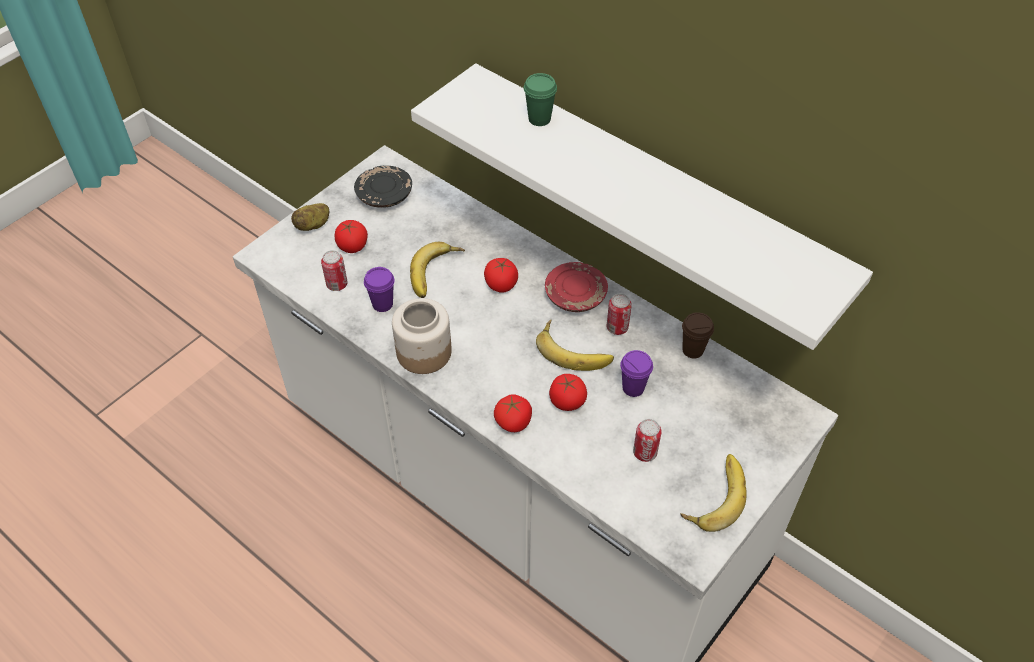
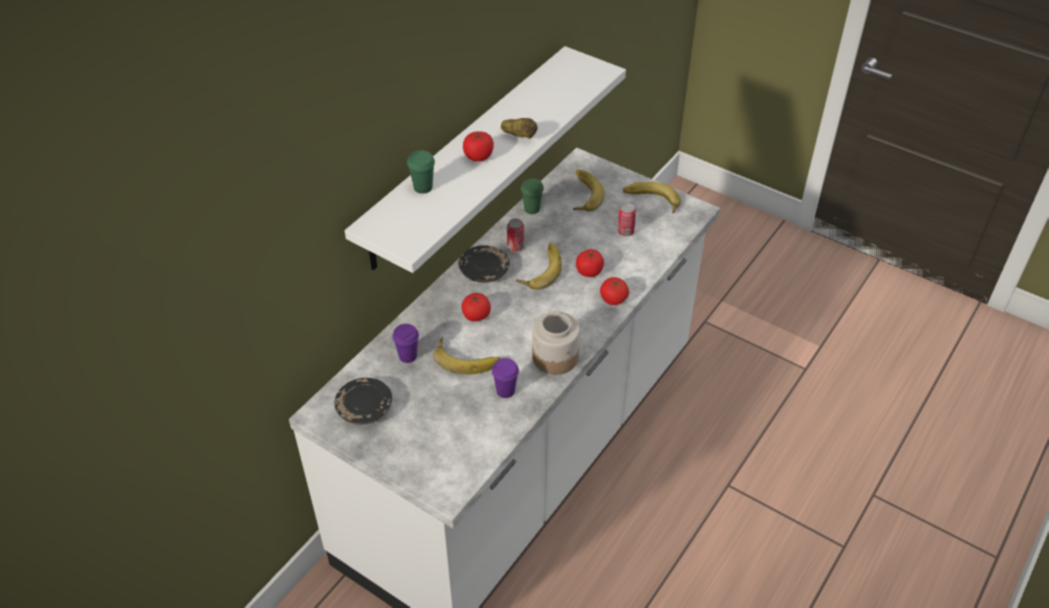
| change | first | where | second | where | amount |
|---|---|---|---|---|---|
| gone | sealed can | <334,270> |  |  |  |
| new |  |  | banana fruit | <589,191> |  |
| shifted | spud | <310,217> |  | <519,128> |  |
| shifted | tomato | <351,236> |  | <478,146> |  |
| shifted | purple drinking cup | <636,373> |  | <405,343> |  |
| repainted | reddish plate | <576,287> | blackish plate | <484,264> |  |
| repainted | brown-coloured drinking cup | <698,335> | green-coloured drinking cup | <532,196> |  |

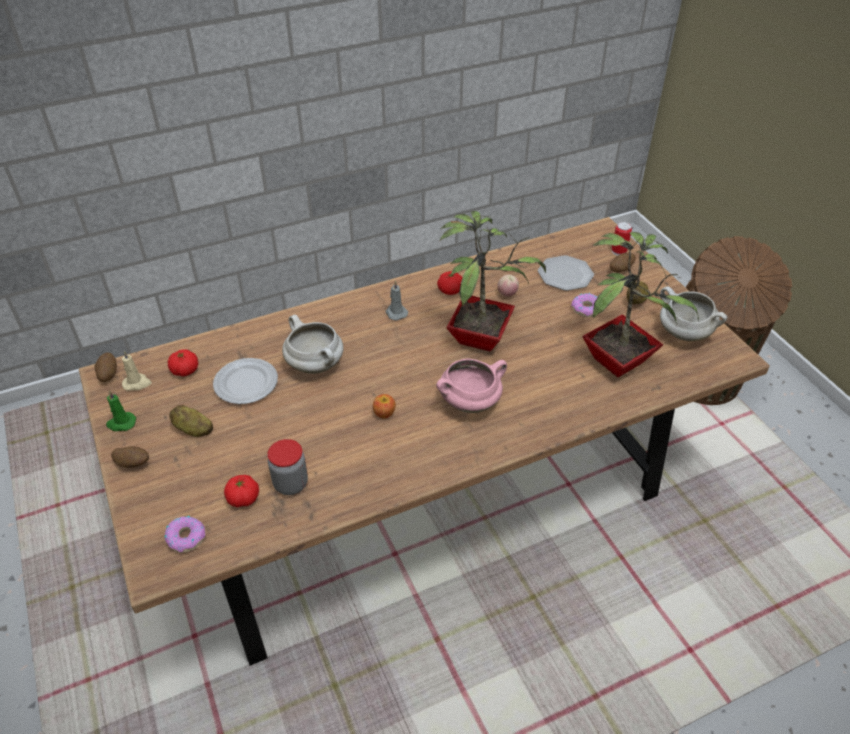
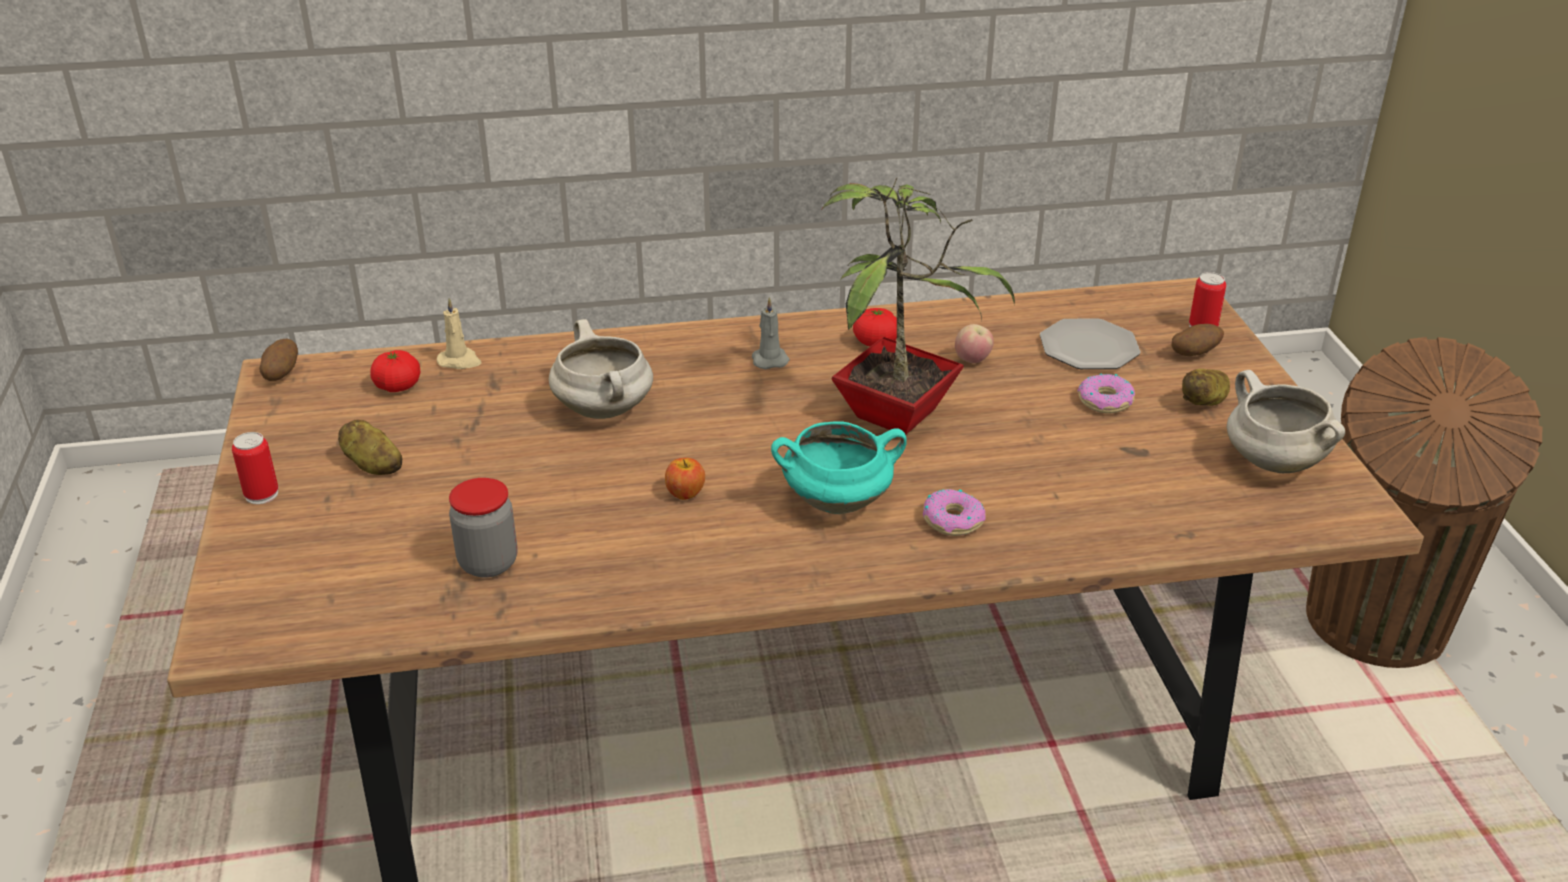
| change | first | where | second | where | amount |
|---|---|---|---|---|---|
| gone | green-coloured wax light | <121,410> |  |  |  |
| gone | plate | <245,381> |  |  |  |
| gone | tomato | <241,491> |  |  |  |
| gone | potted plant | <641,304> |  |  |  |
| shifted | beige wax light | <137,371> |  | <459,333> |  |
| shifted | donut | <185,534> |  | <954,512> |  |
| swapped | spud | <130,457> | sealed can | <255,468> |  |
| repainted | pink stockpot | <471,386> | turquoise stockpot | <839,467> |  |

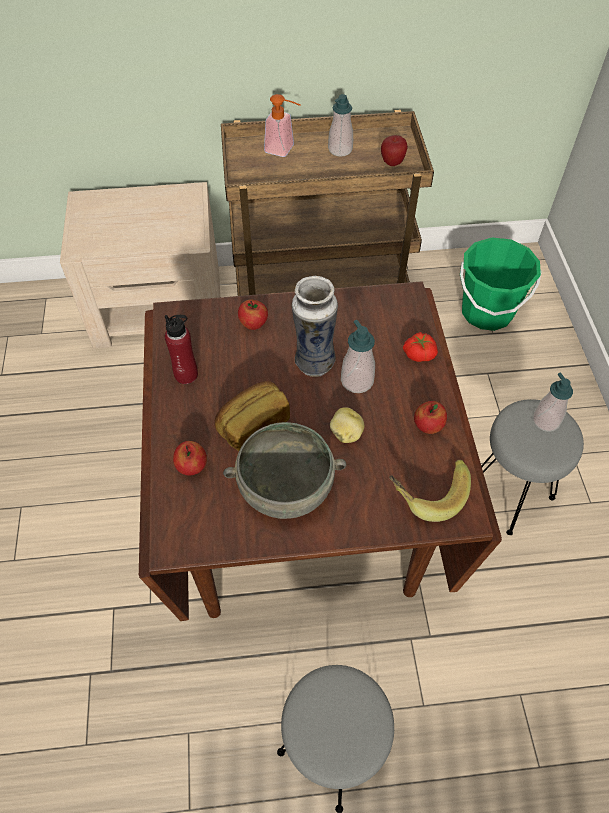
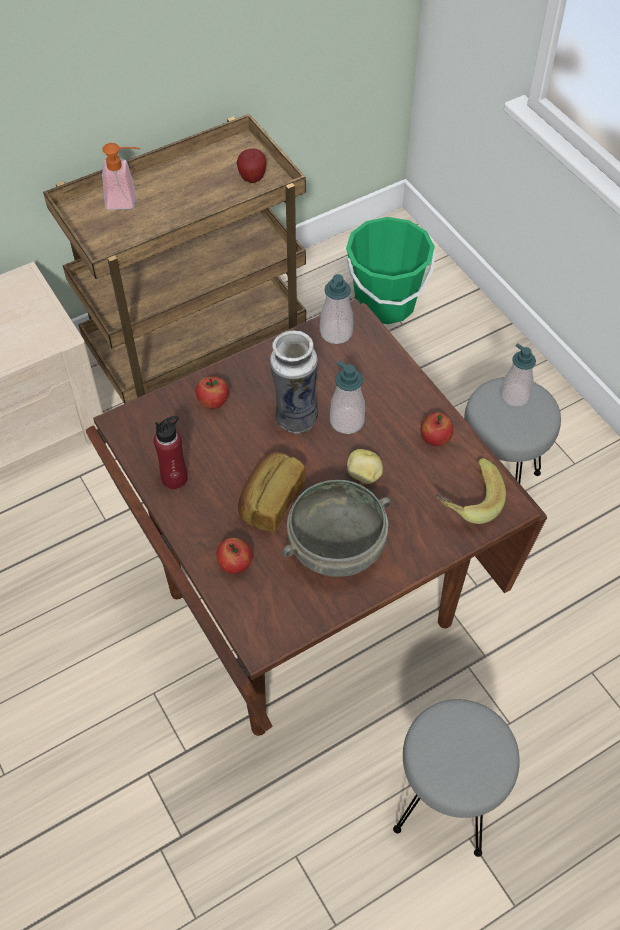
| change | first | where | second | where | amount |
|---|---|---|---|---|---|
| gone | tomato | <420,347> |  |  |  |
| shifted | soap dispenser | <340,125> |  | <336,309> |  |

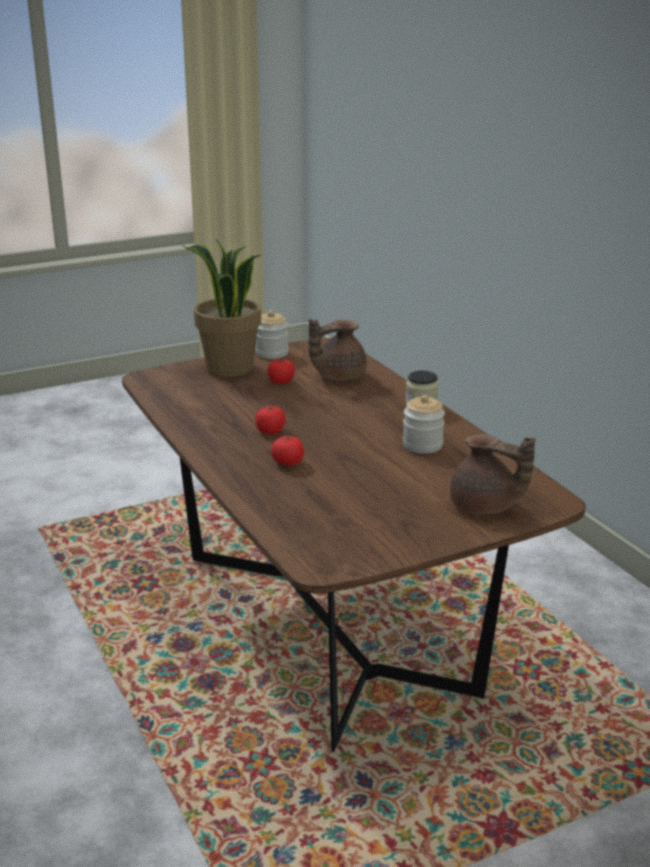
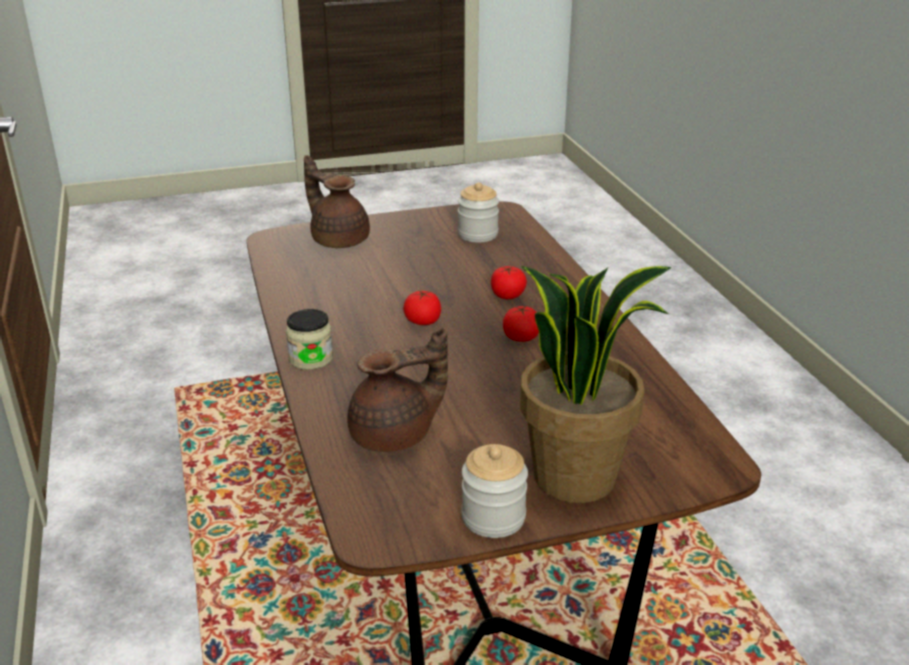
| change | first | where | second | where | amount |
|---|---|---|---|---|---|
| shifted | tomato | <281,371> |  | <422,307> |  |
| shifted | jar | <424,424> |  | <478,212> |  |

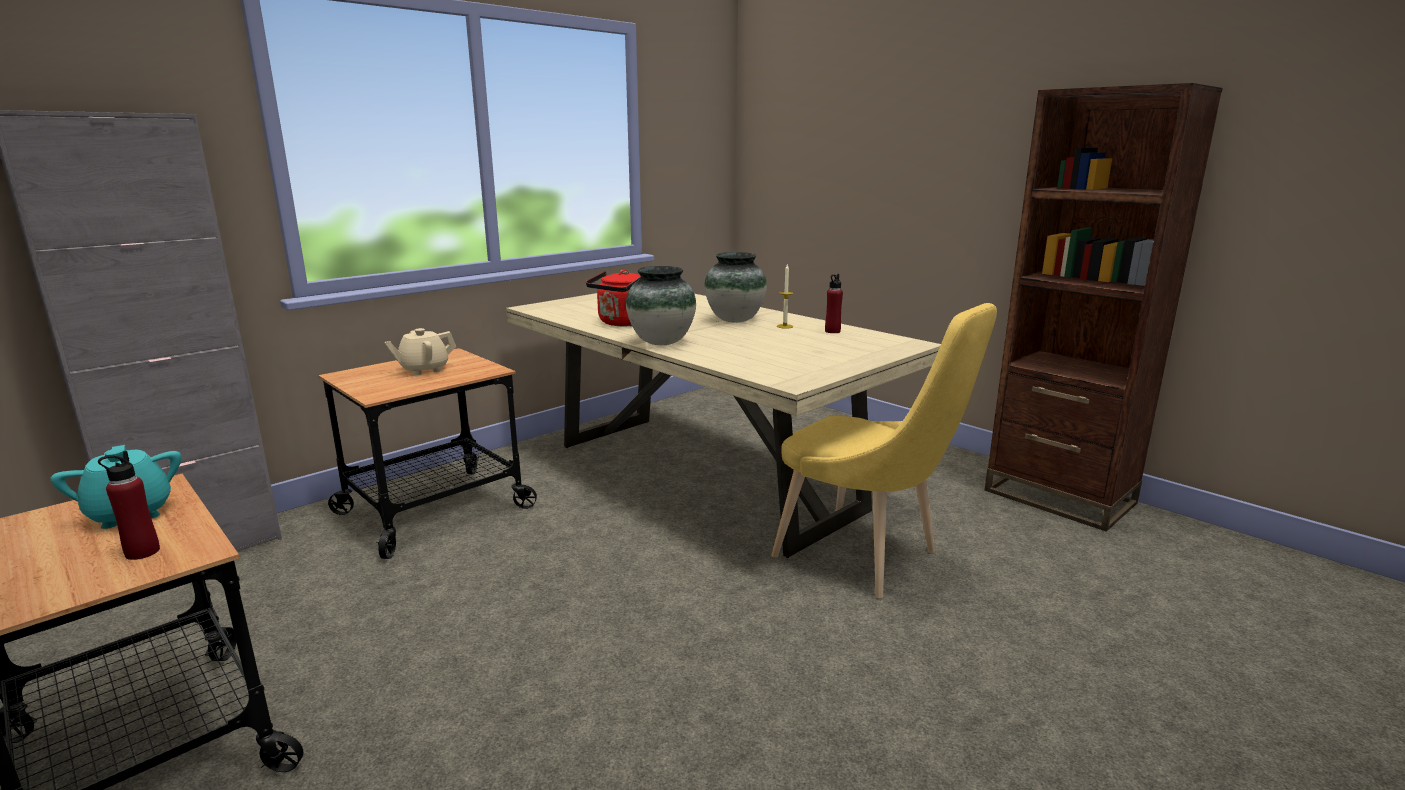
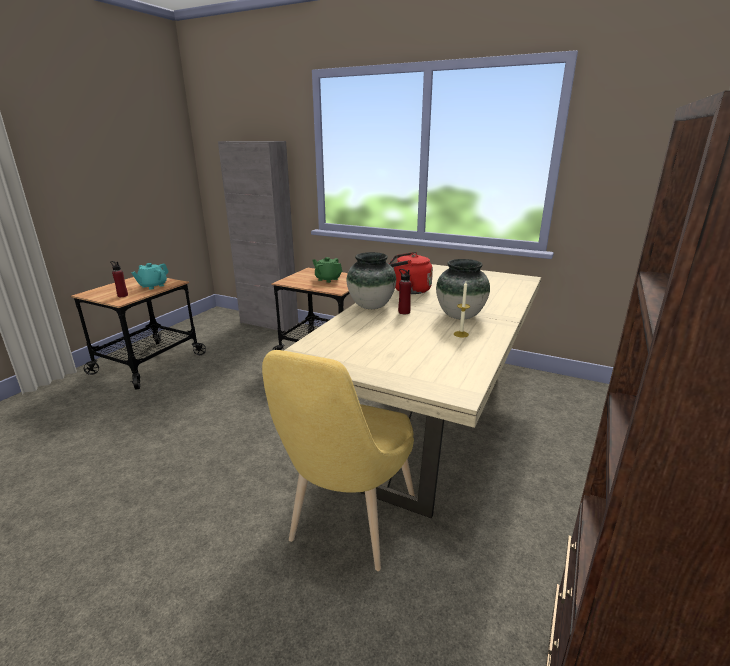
| change | first | where | second | where | amount |
|---|---|---|---|---|---|
| shifted | reddish beverage bottle | <834,303> |  | <404,291> |  |
| repainted | beige teapot | <420,352> | green-coloured teapot | <327,270> |  |

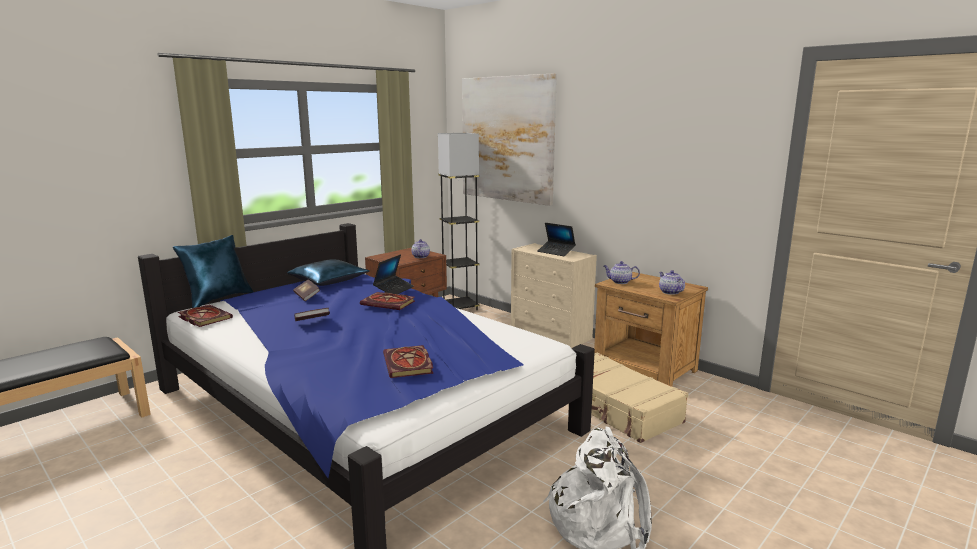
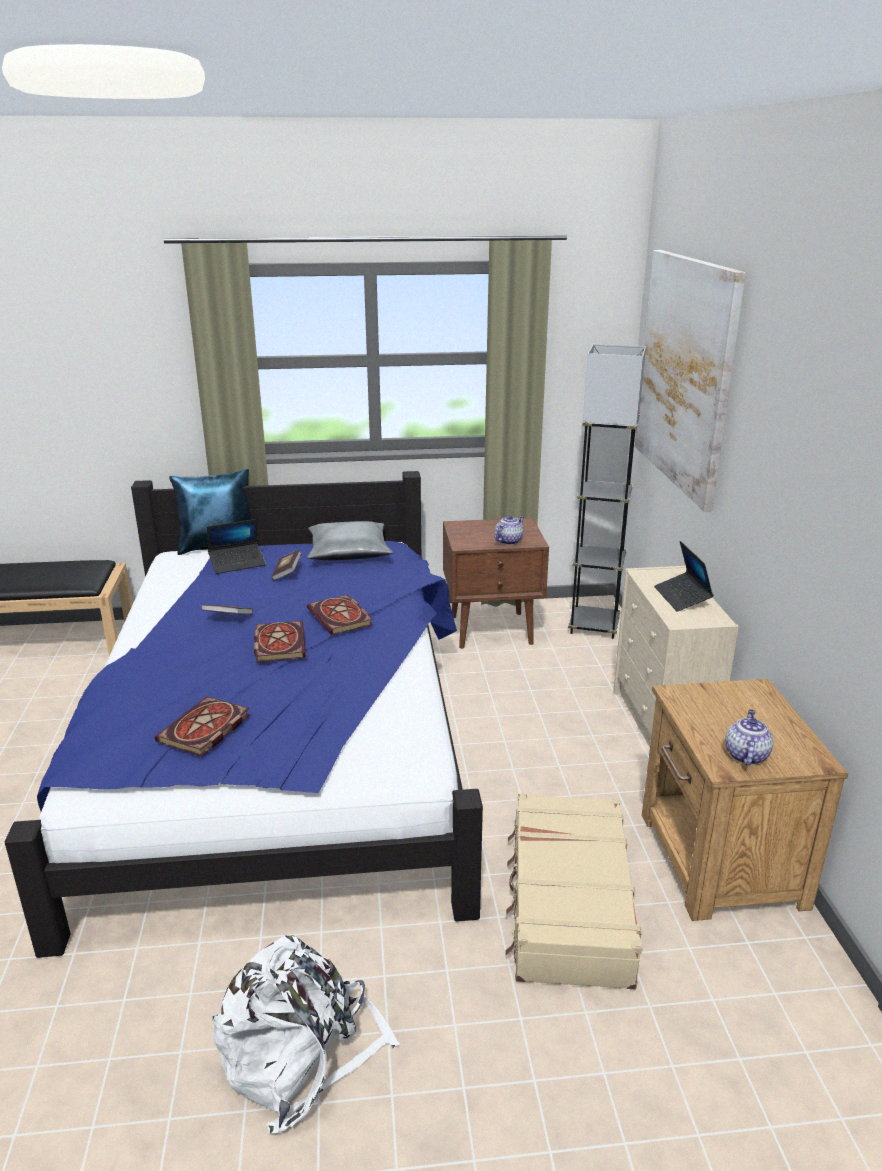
| change | first | where | second | where | amount |
|---|---|---|---|---|---|
| gone | teapot | <622,272> |  |  |  |
| shifted | volume | <205,315> |  | <280,642> |  |
| shifted | notebook computer | <393,274> |  | <236,546> |  |
| repainted | blue-coloured throw pillow | <328,272> | grey throw pillow | <350,540> |  |

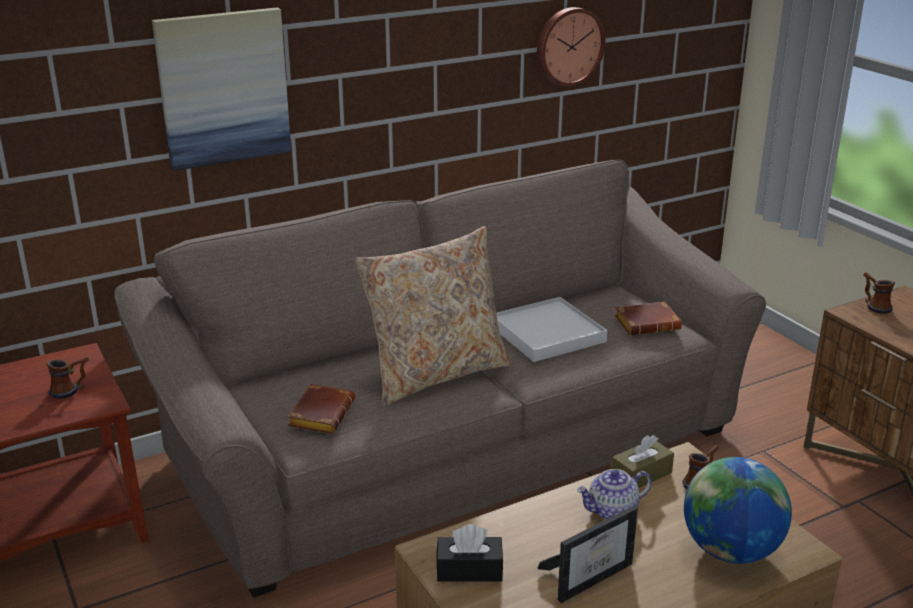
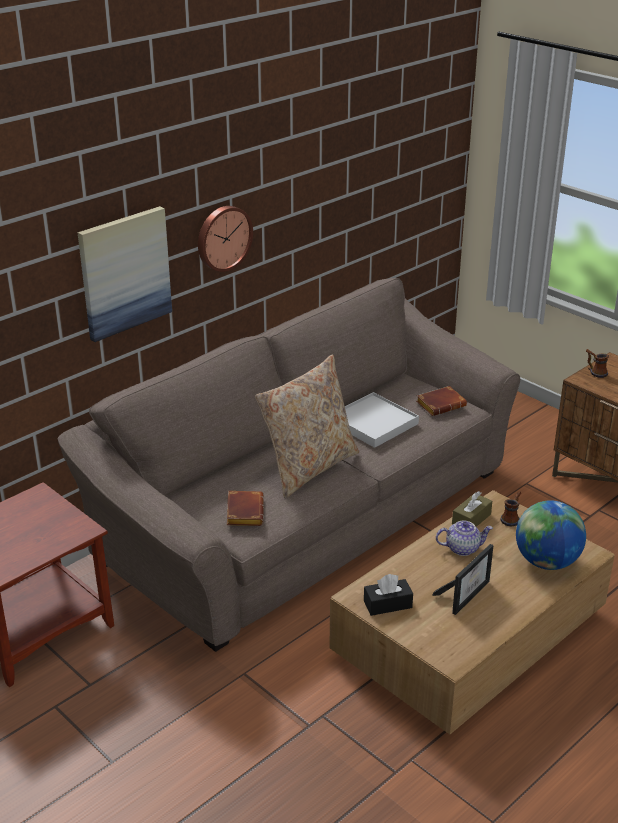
| change | first | where | second | where | amount |
|---|---|---|---|---|---|
| gone | coffee mug | <67,378> |  |  |  |
| shifted | wall clock | <571,47> |  | <225,239> |  |
| rotated | teapot | <614,494> |  | <464,538> | 150 degrees counterclockwise |

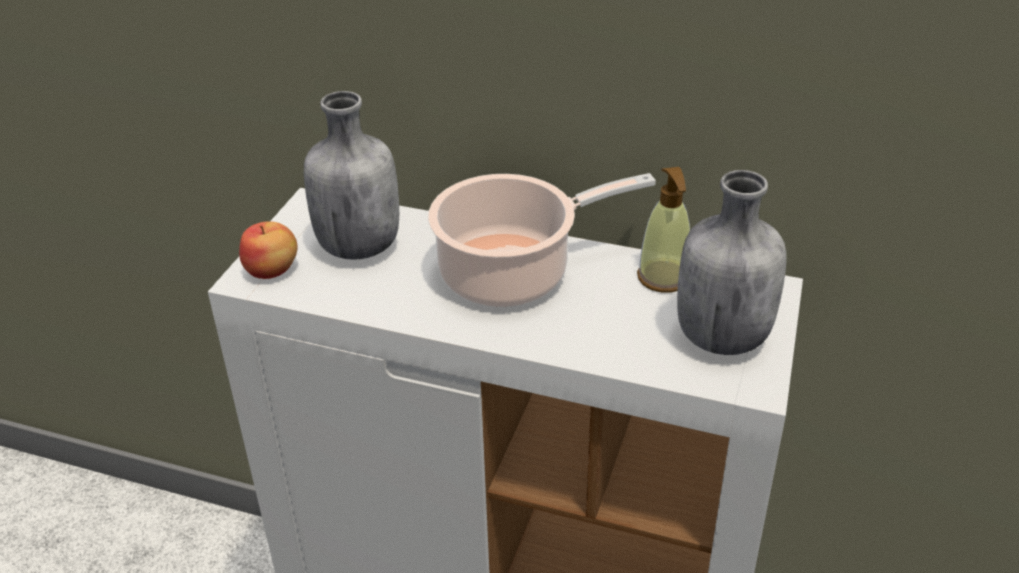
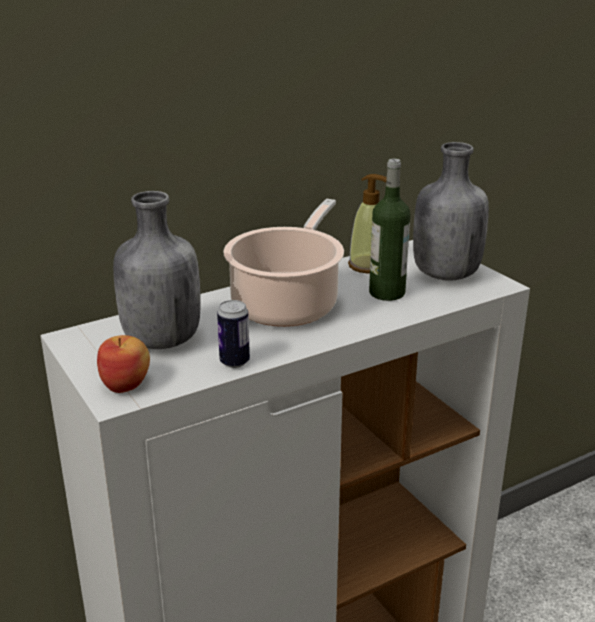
| change | first | where | second | where | amount |
|---|---|---|---|---|---|
| new |  |  | sealed can | <233,334> |  |
| new |  |  | beverage bottle | <389,229> |  |

